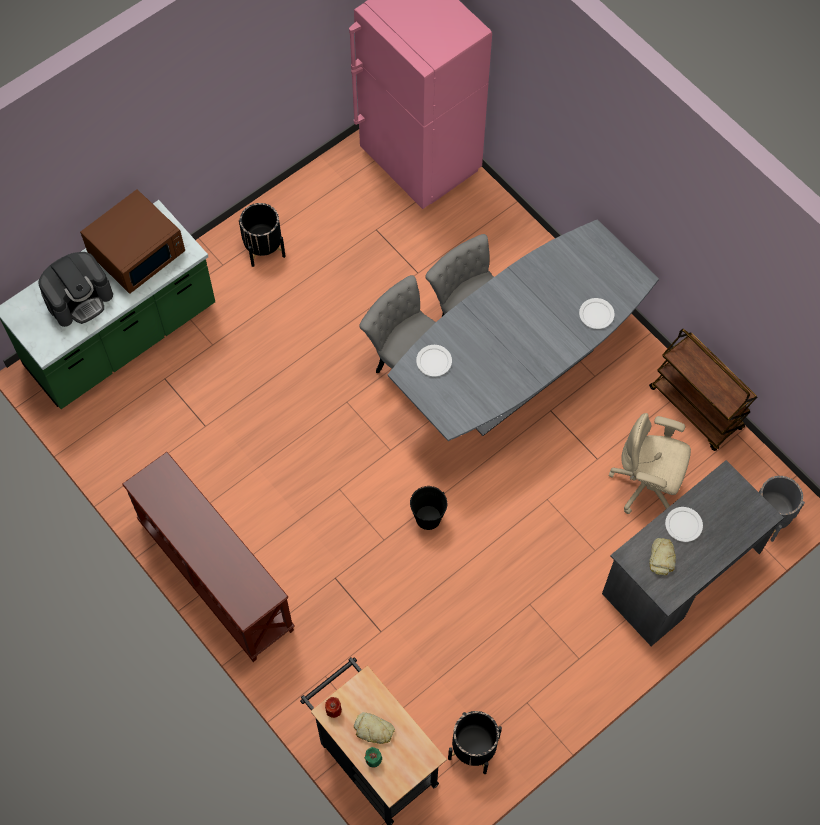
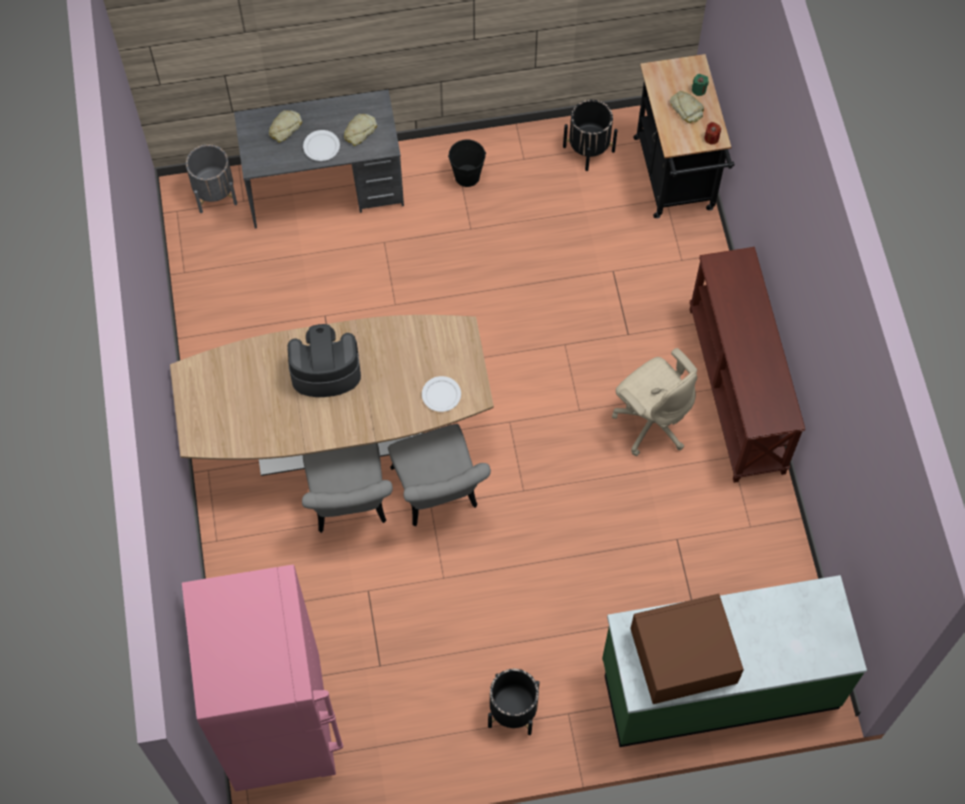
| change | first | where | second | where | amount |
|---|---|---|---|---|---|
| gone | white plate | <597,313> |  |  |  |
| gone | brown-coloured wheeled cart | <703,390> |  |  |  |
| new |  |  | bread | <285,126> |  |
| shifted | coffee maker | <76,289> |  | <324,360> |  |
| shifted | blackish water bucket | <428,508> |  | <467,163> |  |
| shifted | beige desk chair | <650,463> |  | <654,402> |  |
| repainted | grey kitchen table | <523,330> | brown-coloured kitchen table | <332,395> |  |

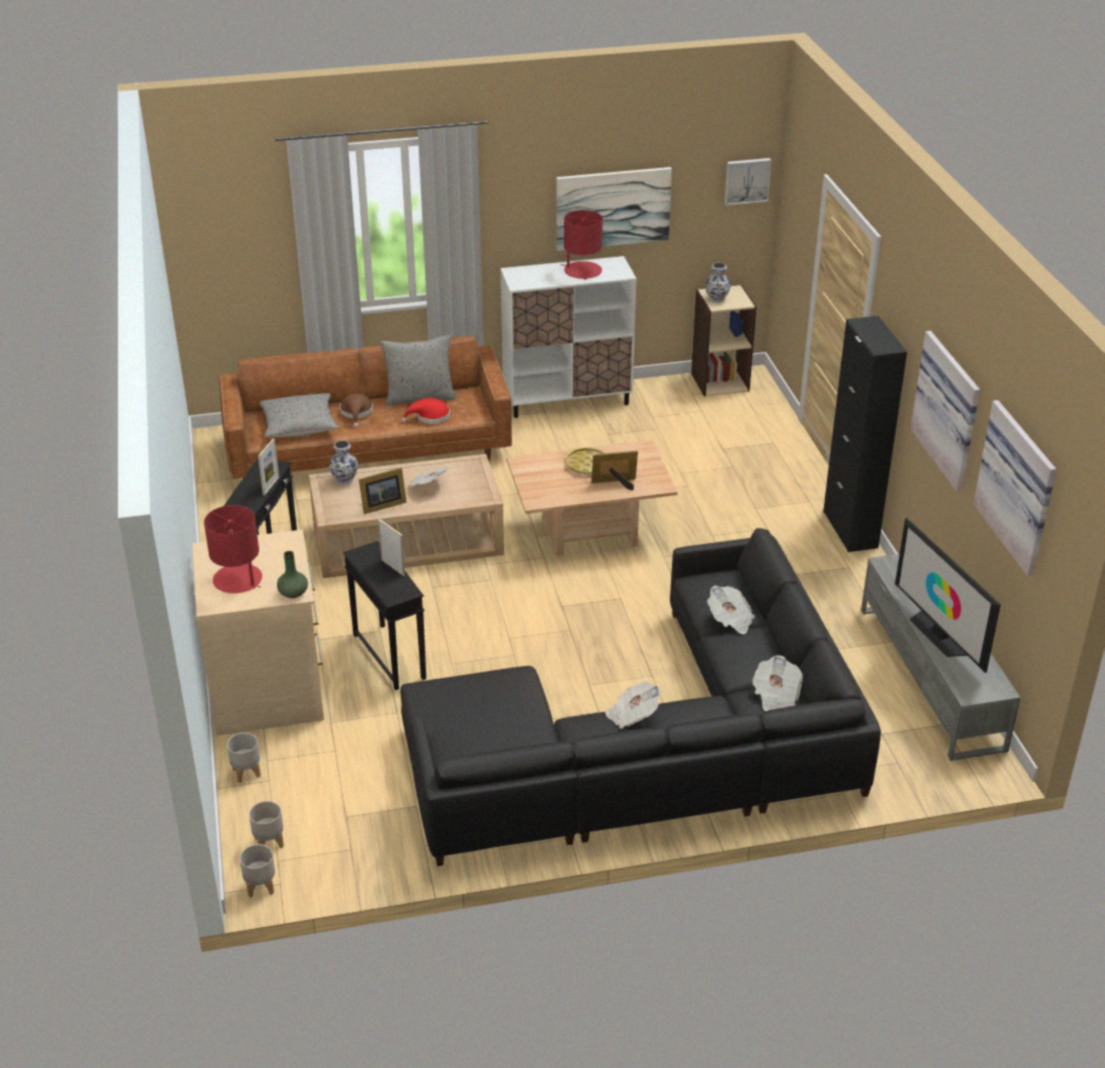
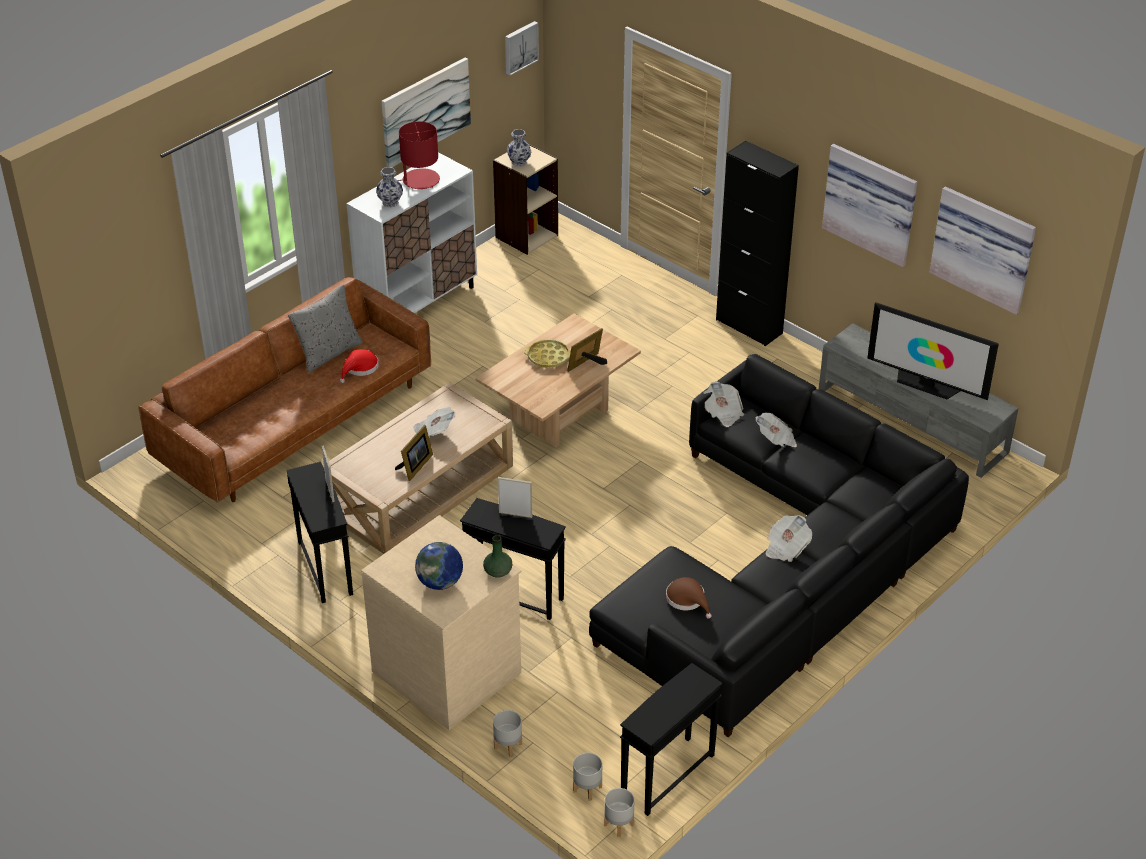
| change | first | where | second | where | amount |
|---|---|---|---|---|---|
| gone | grey throw pillow | <298,415> |  |  |  |
| new |  |  | blackish end table | <671,739> |  |
| shifted | decorative vase | <343,462> |  | <389,187> |  |
| shifted | brown-coloured clothing hat | <356,410> |  | <689,598> |  |
| shifted | daily paper | <777,683> |  | <723,404> |  |
| swapped | reddish table lamp | <233,549> | globe | <439,566> |  |

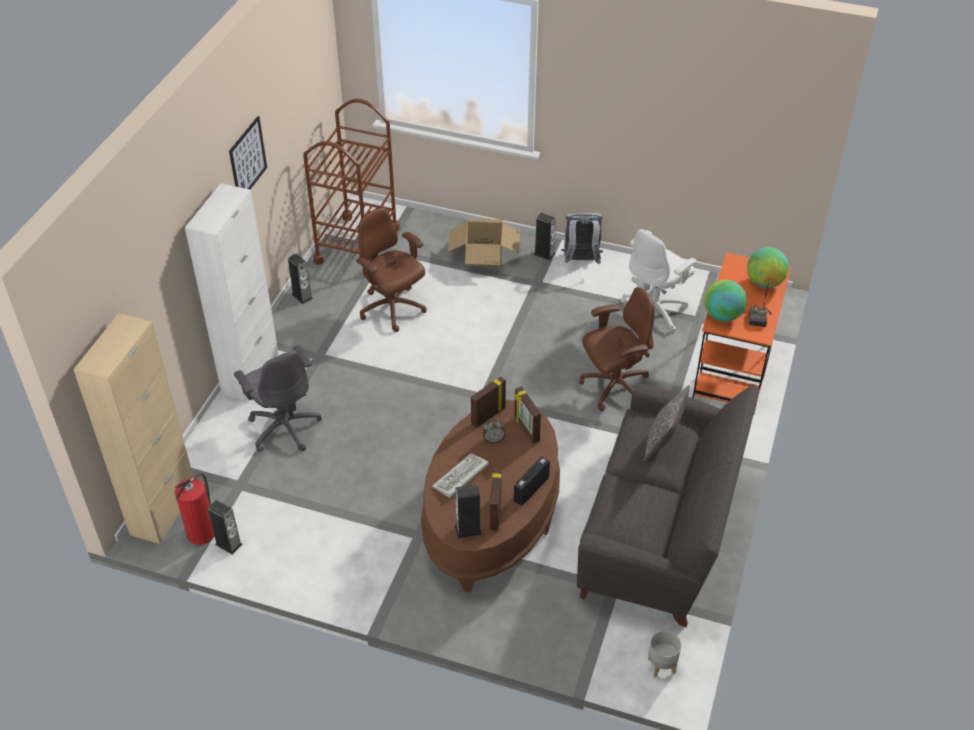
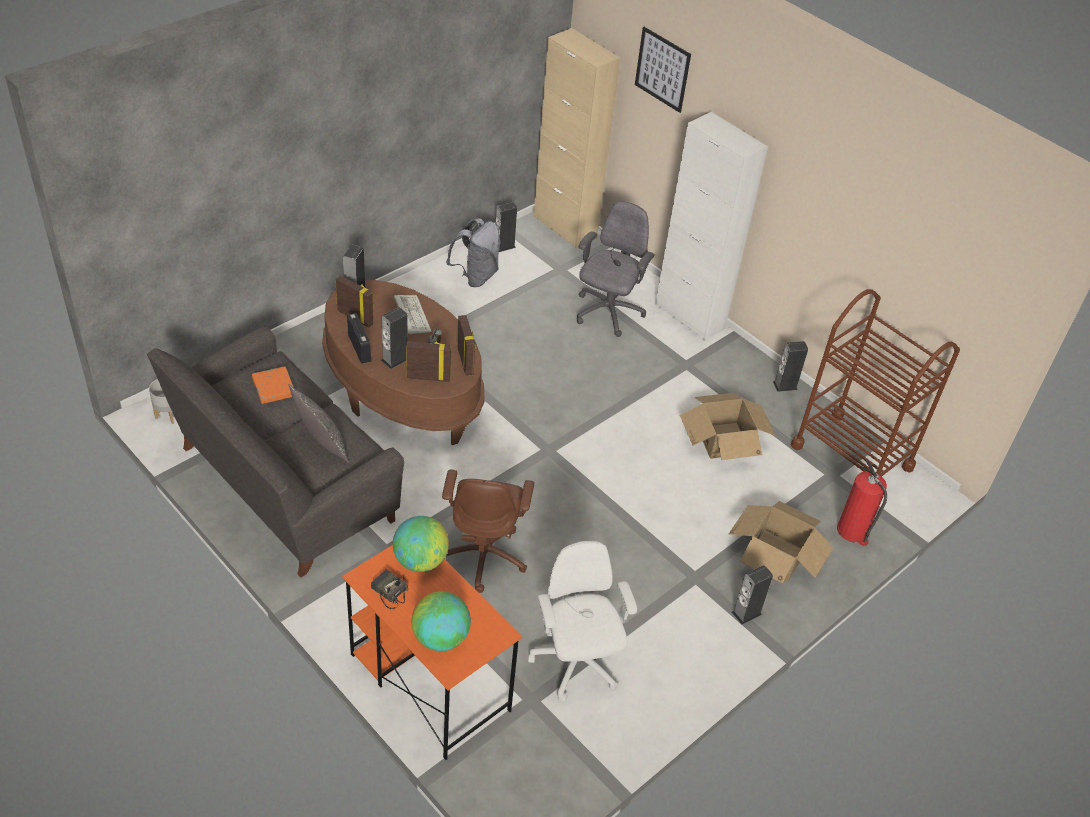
| change | first | where | second | where | amount |
|---|---|---|---|---|---|
| new |  |  | orange volume | <272,385> |  |
| new |  |  | loudspeaker | <394,338> |  |
| shifted | fire extinguisher | <195,508> |  | <862,502> |  |
| shifted | picture | <248,152> |  | <663,70> |  |
| shifted | grey knapsack | <582,238> |  | <473,252> |  |
| swapped | brown-coloured desk chair | <391,270> | cardboard box | <728,426> |  |
| rotated | grey desk chair | <278,398> |  | <616,269> | 120 degrees clockwise |

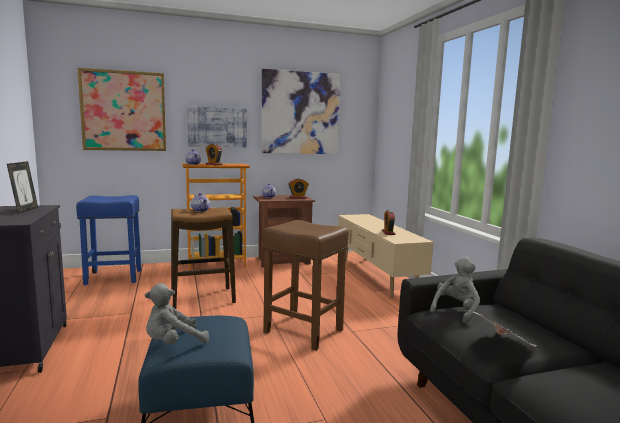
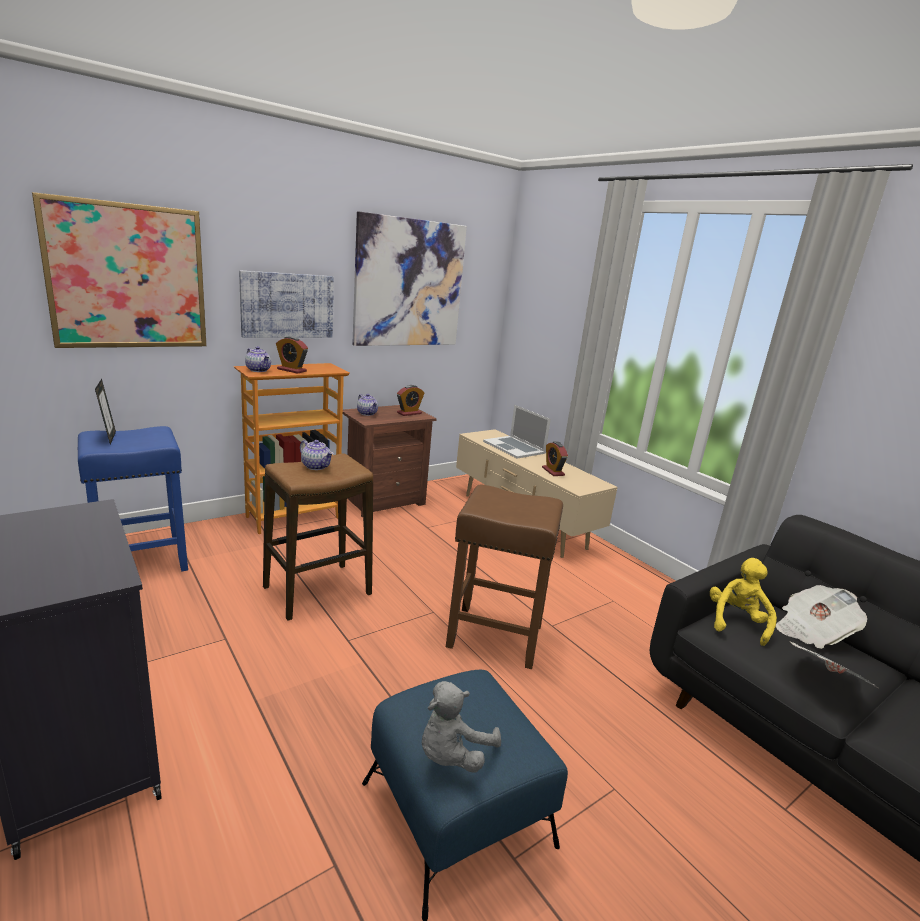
| change | first | where | second | where | amount |
|---|---|---|---|---|---|
| new |  |  | notebook computer | <517,432> |  |
| new |  |  | daily paper | <821,617> |  |
| shifted | standing frame | <22,187> |  | <105,412> |  |
| repainted | grey cuddly toy | <455,290> | yellow cuddly toy | <743,602> |  |

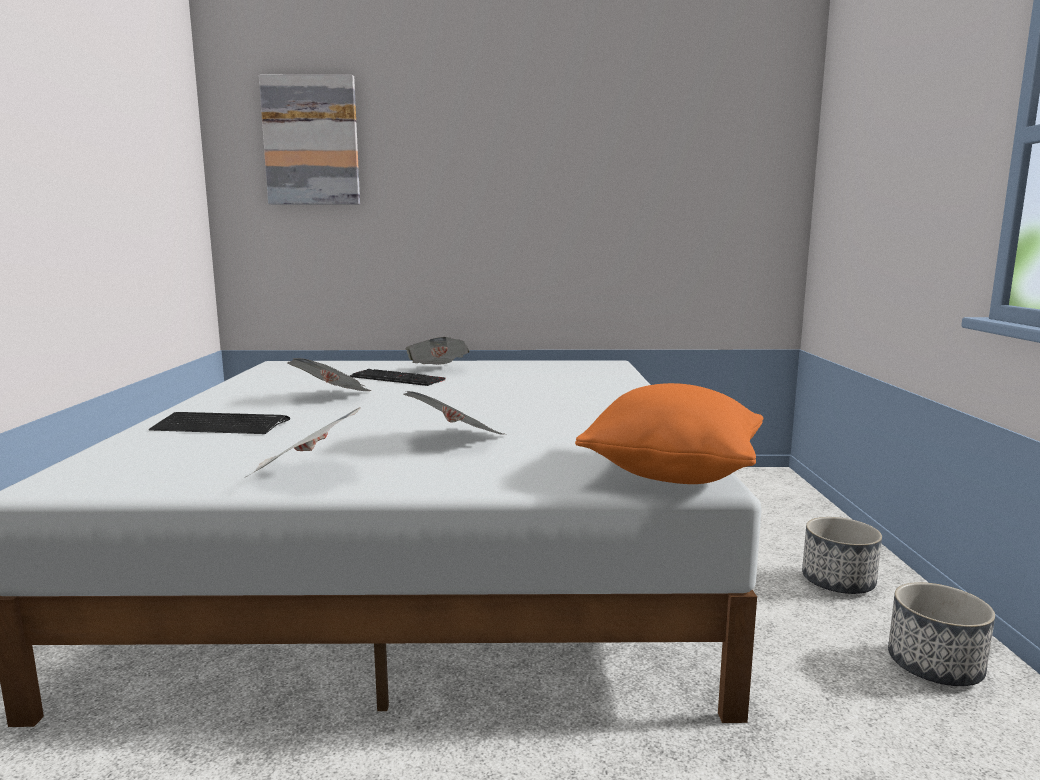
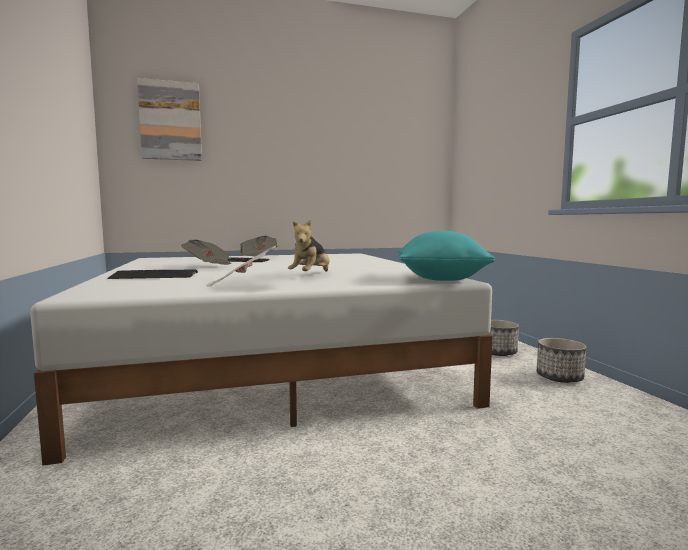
| change | first | where | second | where | amount |
|---|---|---|---|---|---|
| swapped | daily paper | <453,412> | cuddly toy | <308,246> |  |
| repainted | orange throw pillow | <669,433> | turquoise throw pillow | <446,256> |  |

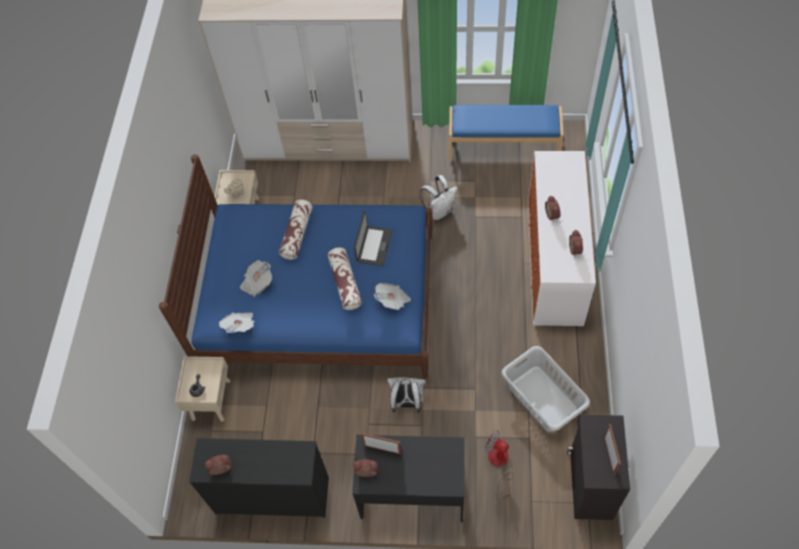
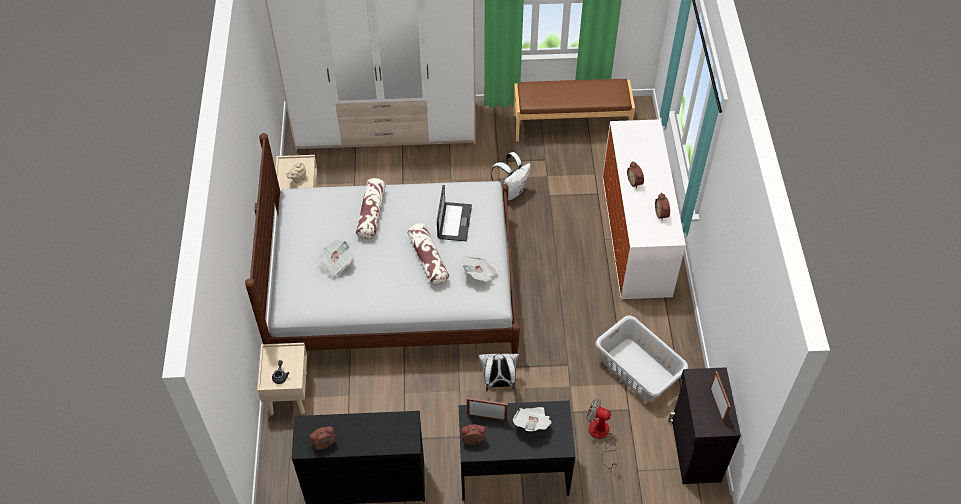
| change | first | where | second | where | amount |
|---|---|---|---|---|---|
| shifted | daily paper | <237,323> |  | <532,419> |  |
| repainted | blue-coloured sleeping bed | <296,266> | white sleeping bed | <382,243> |  |
| repainted | blue-coloured long seat | <506,133> | brown-coloured long seat | <574,110> |  |

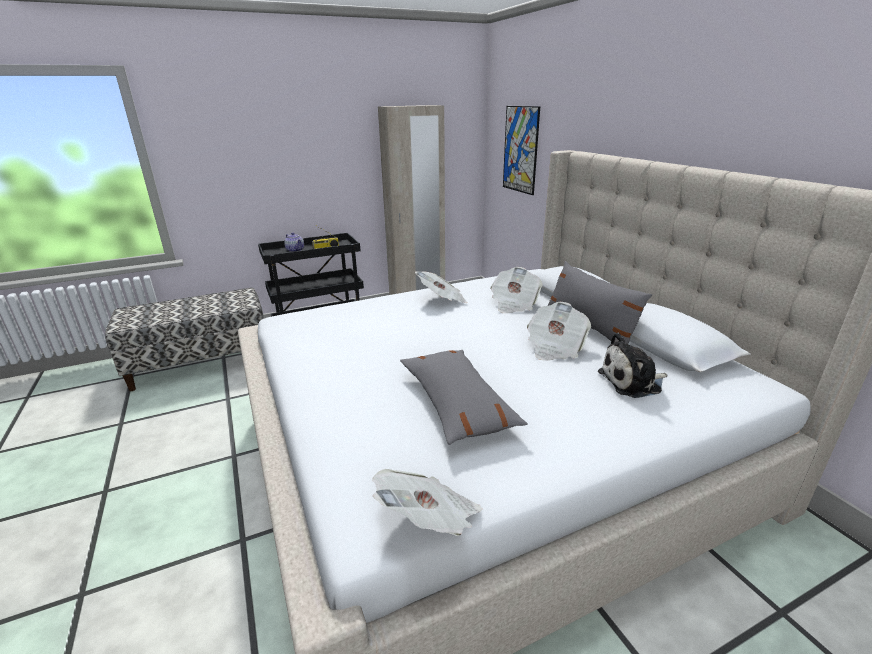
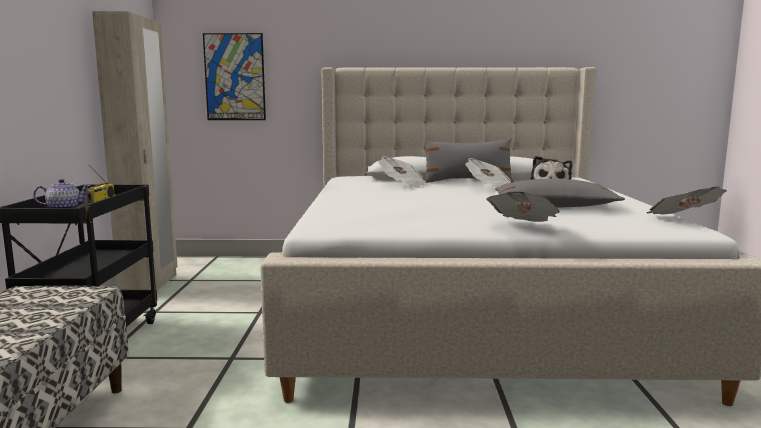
| change | first | where | second | where | amount |
|---|---|---|---|---|---|
| shifted | daily paper | <441,287> |  | <523,206> |  |

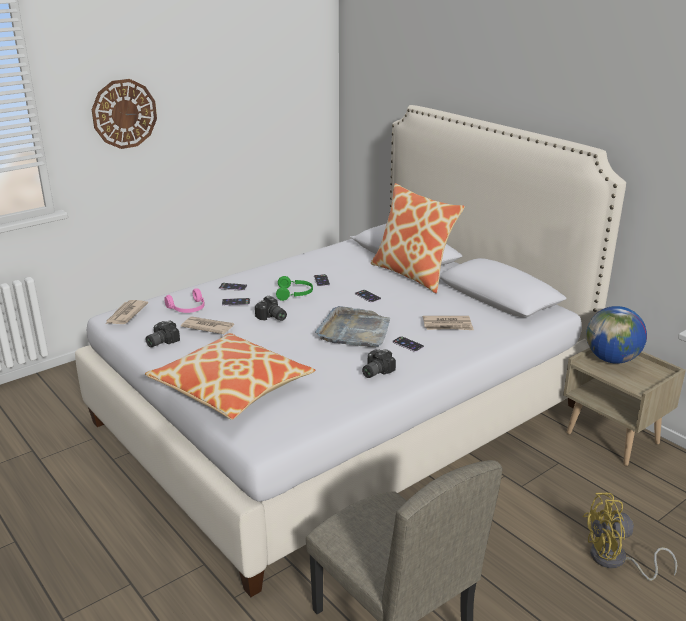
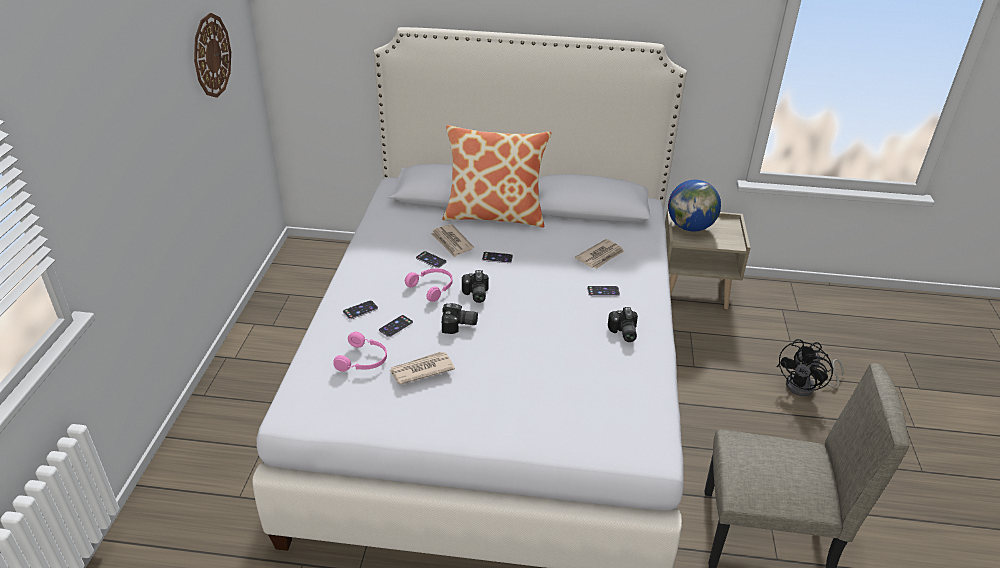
| change | first | where | second | where | amount |
|---|---|---|---|---|---|
| gone | throw pillow | <230,376> |  |  |  |
| gone | grey tray | <352,326> |  |  |  |
| shifted | wall clock | <124,114> |  | <212,55> |  |
| shifted | daily paper | <127,312> |  | <452,240> |  |
| shifted | still camera | <162,334> |  | <475,286> |  |
| repainted | green-coloured headset | <294,288> | pink headset | <429,285> |  |
| repainted | yellow electric fan | <630,537> | blackish electric fan | <810,367> |  |

